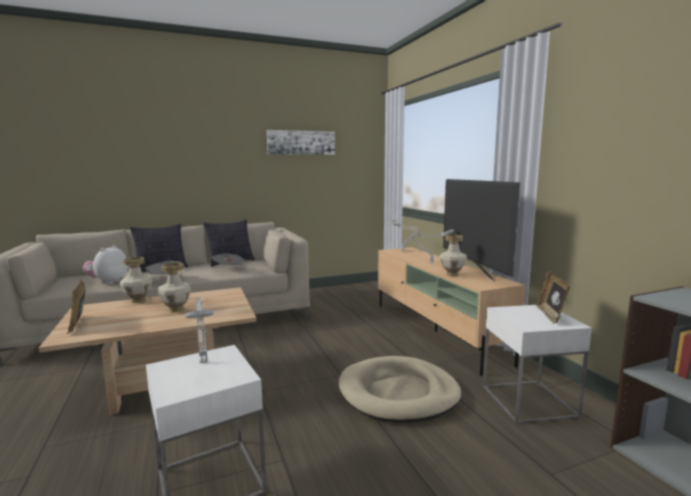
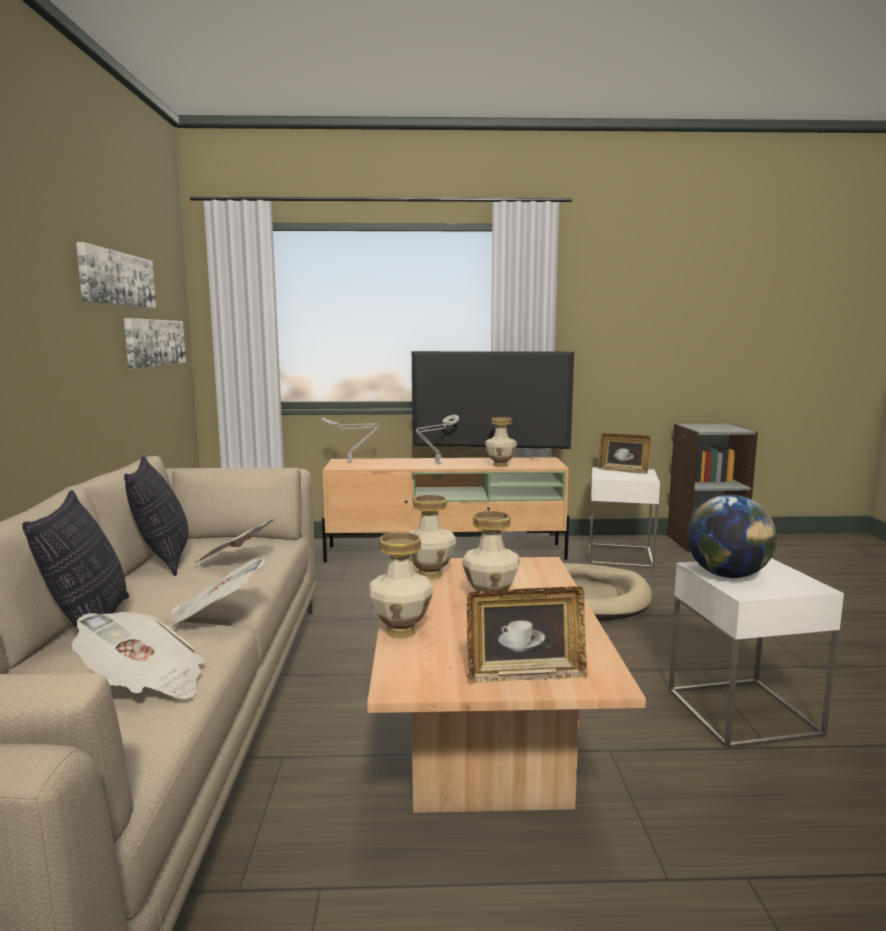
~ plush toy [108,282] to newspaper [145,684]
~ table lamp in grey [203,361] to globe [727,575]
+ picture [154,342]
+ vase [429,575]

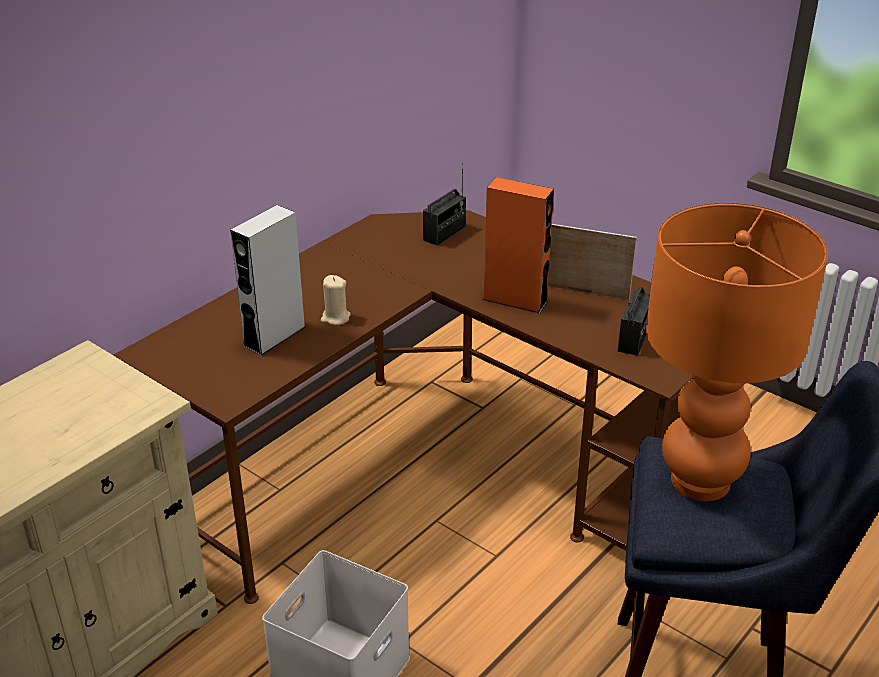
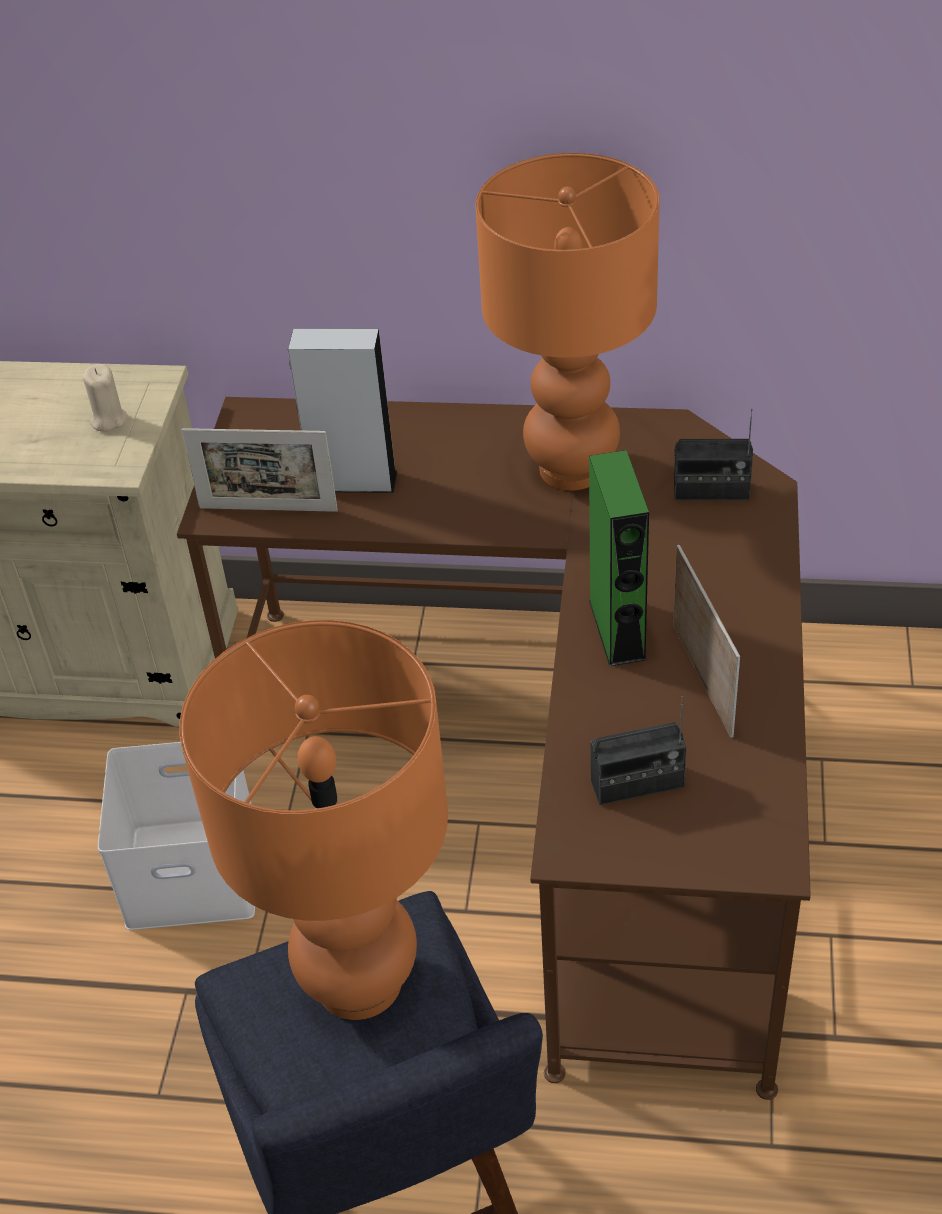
~ candle in beige [335,318] to [108,420]
~ speaker in orange [515,300] to speaker in green [617,630]
+ picture frame [268,509]
+ table lamp in orange [571,470]

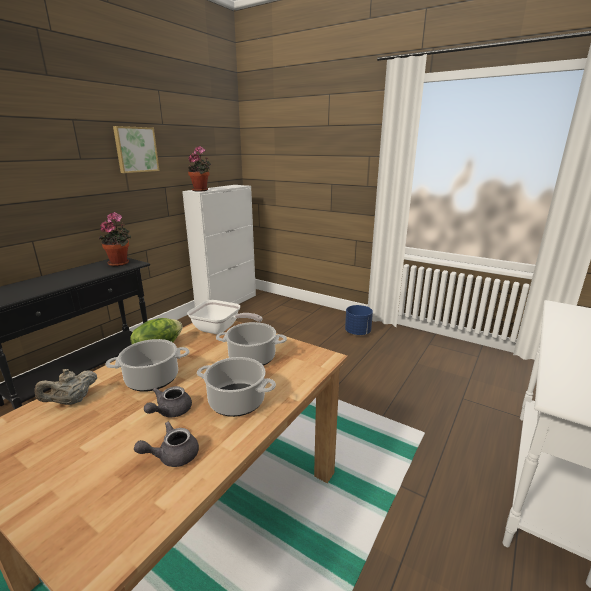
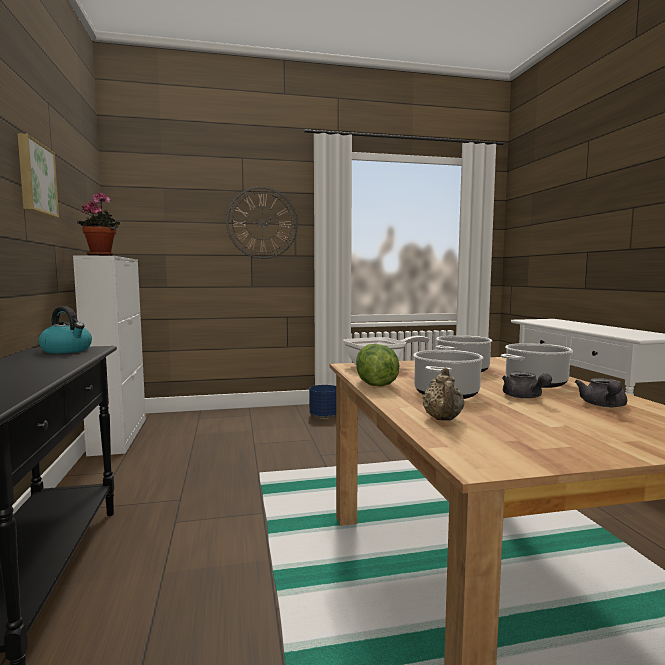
~ potted plant [120,263] to kettle [67,350]
+ wall clock [262,223]

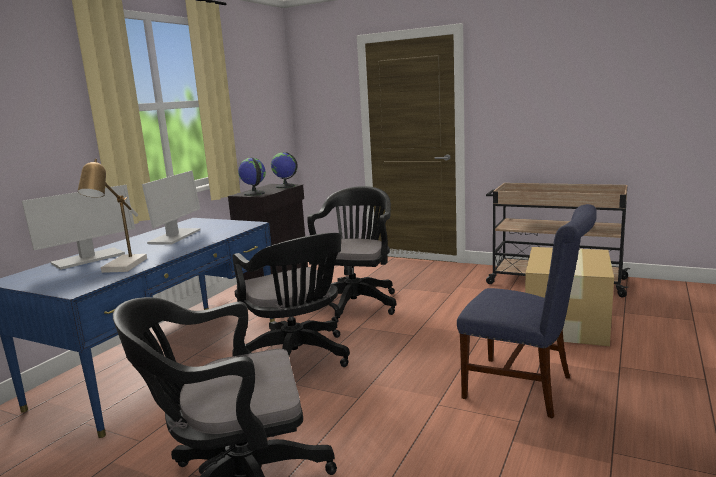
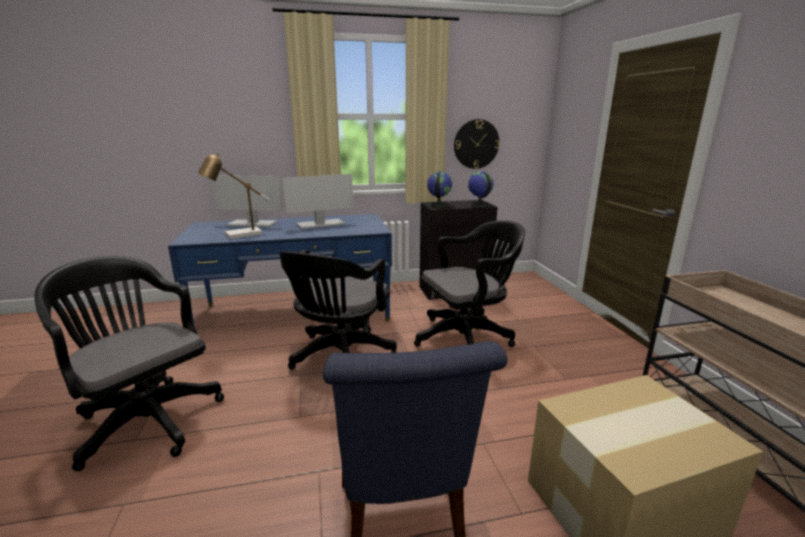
+ wall clock [476,144]

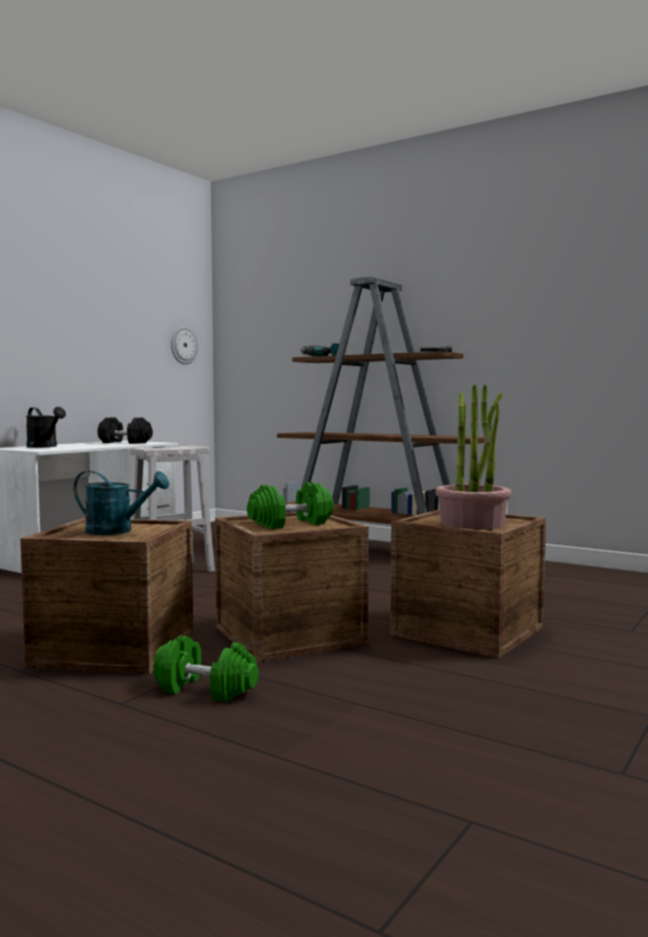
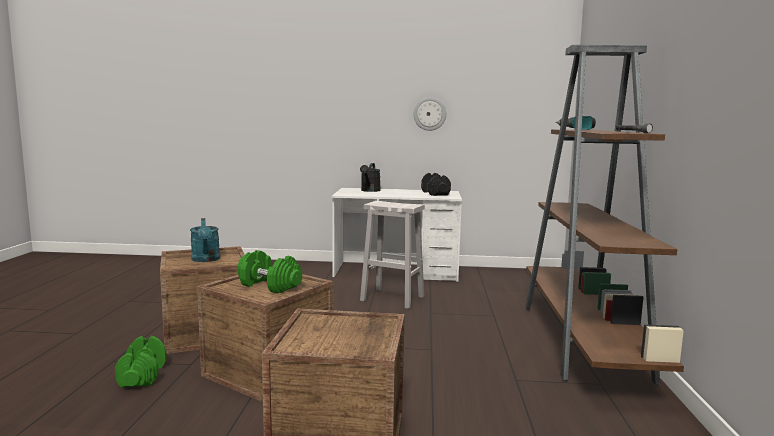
~ wall clock [183,345] to [429,114]
- potted plant [472,524]

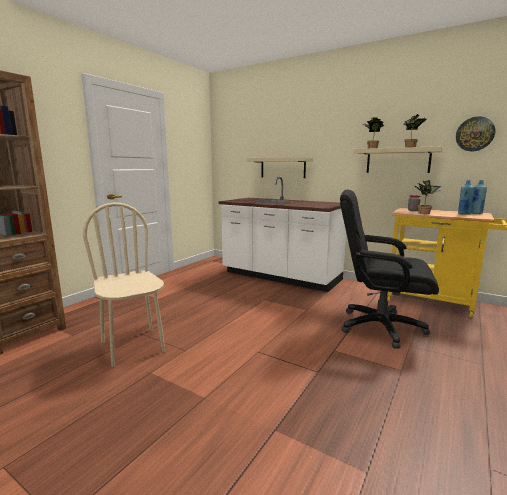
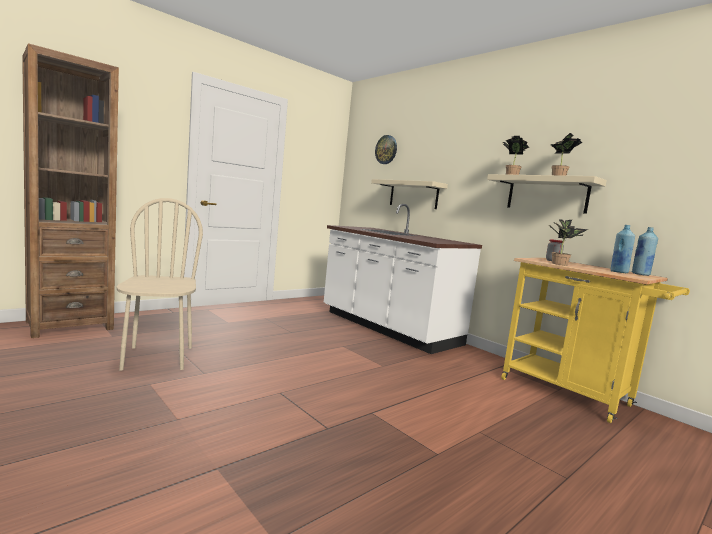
- office chair in black [379,327]
~ wall clock [475,134] to [386,149]

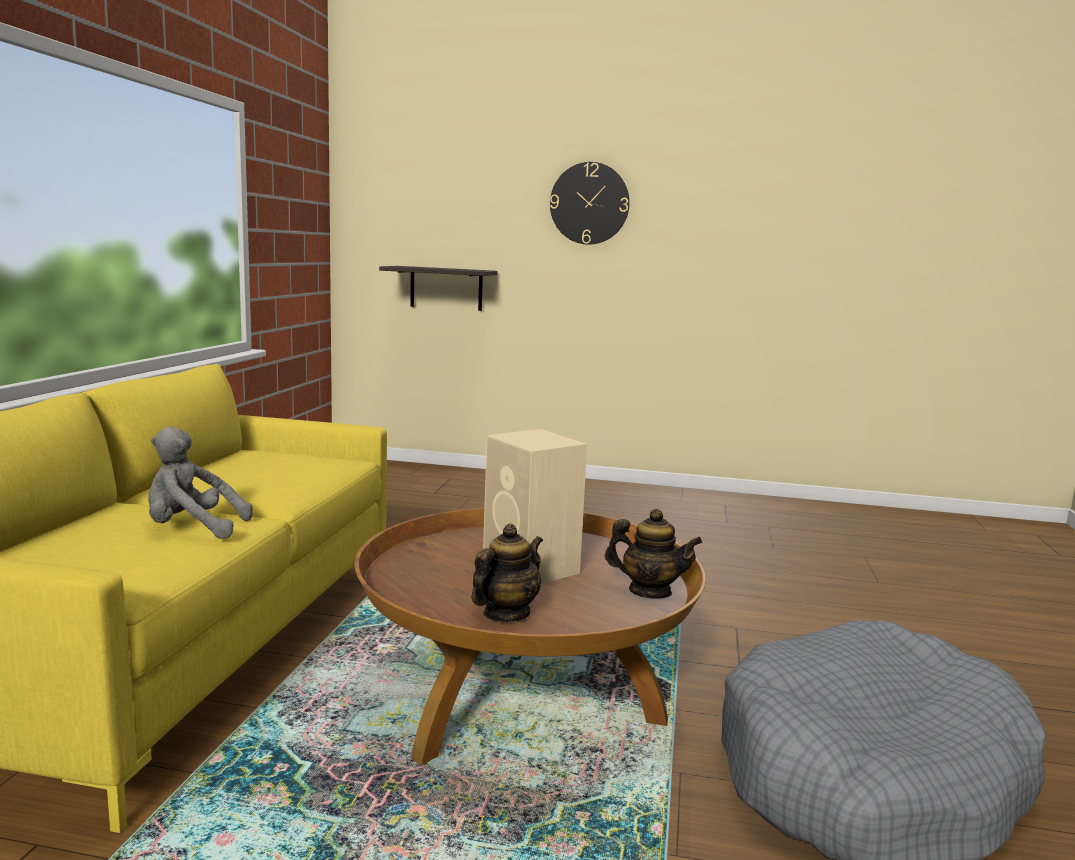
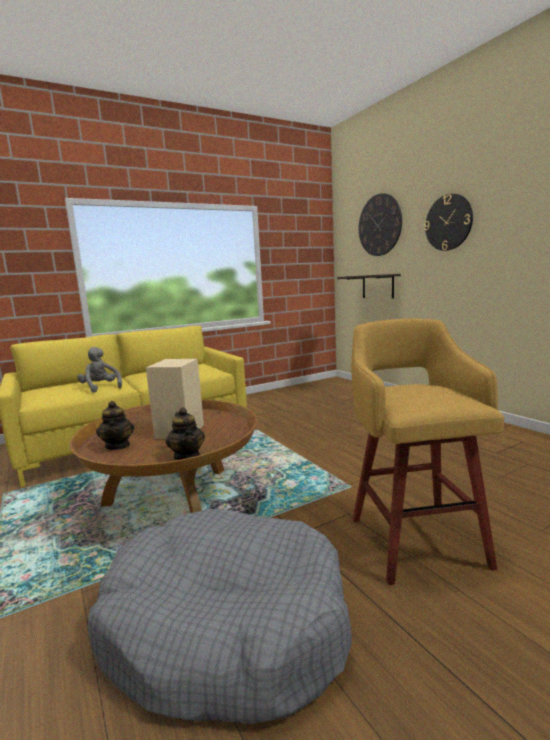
~ teapot [506,613] = [118,446] 75 degrees clockwise
+ stool in yellow [415,539]
+ wall clock [379,225]

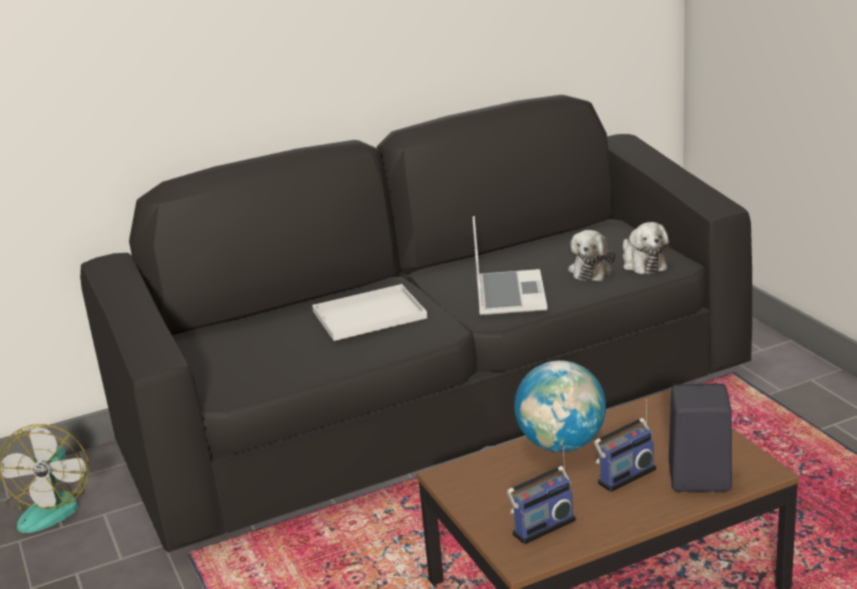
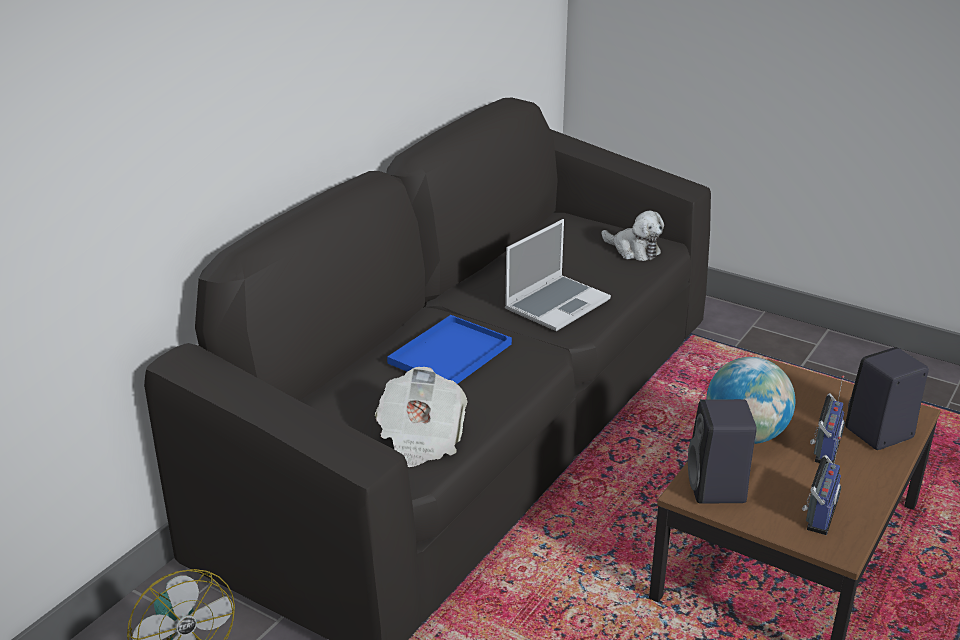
~ tray in white [367,315] to tray in blue [449,355]
~ laptop [508,294] = [557,304] 75 degrees clockwise
- plush toy [591,270]
+ newspaper [421,439]
+ speaker in black [717,489]

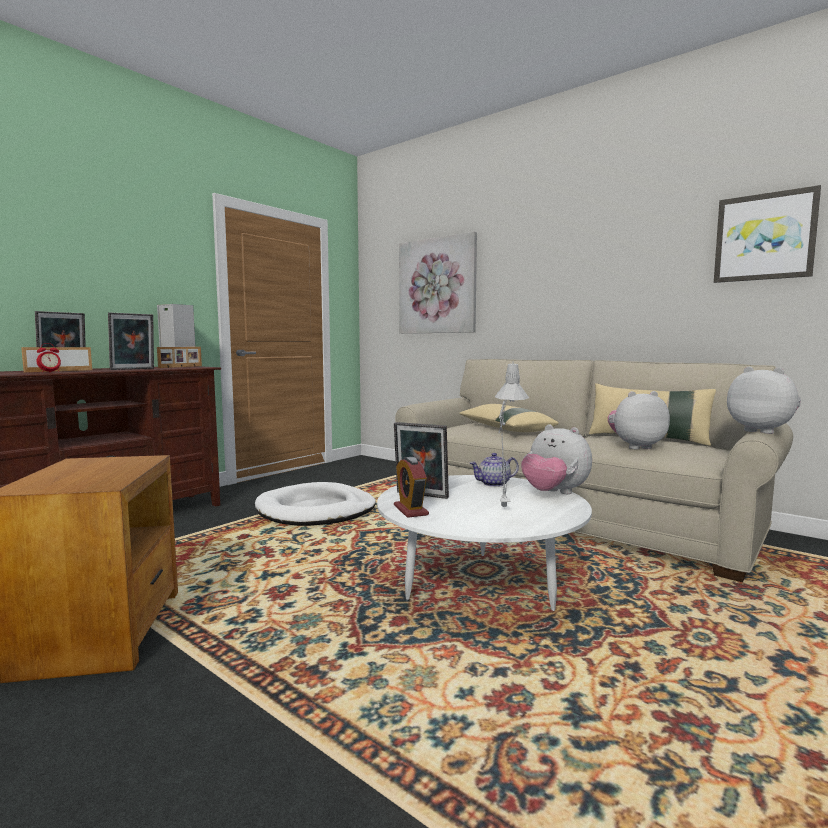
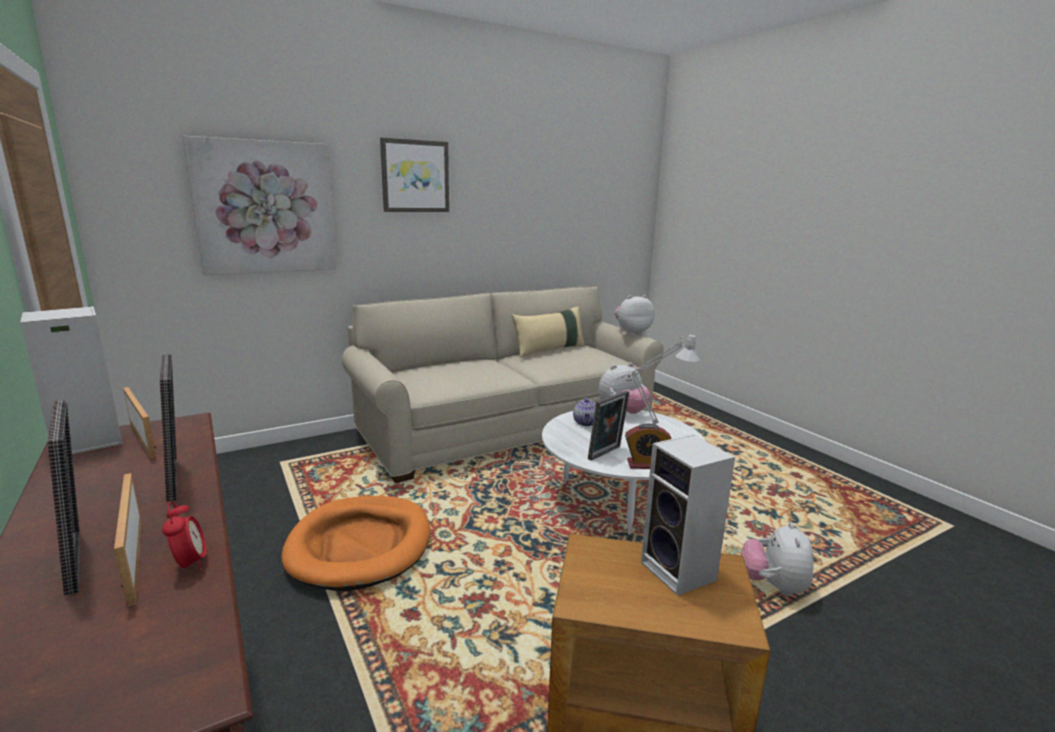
~ dog bed in white [316,510] to dog bed in orange [360,545]
- pillow in beige [505,428]
~ plush toy [635,446] to [773,586]
~ picture [764,237] to [415,176]
+ speaker [681,572]

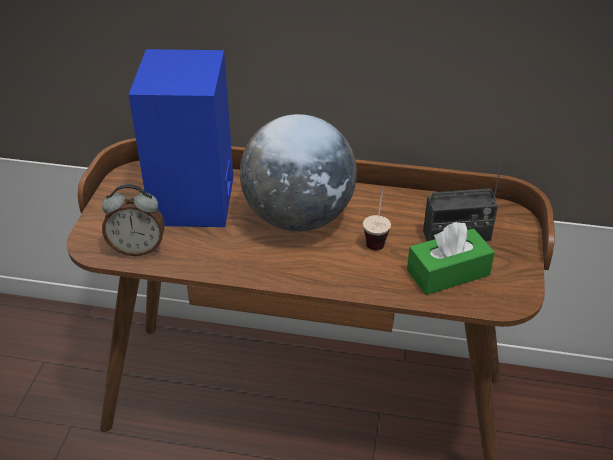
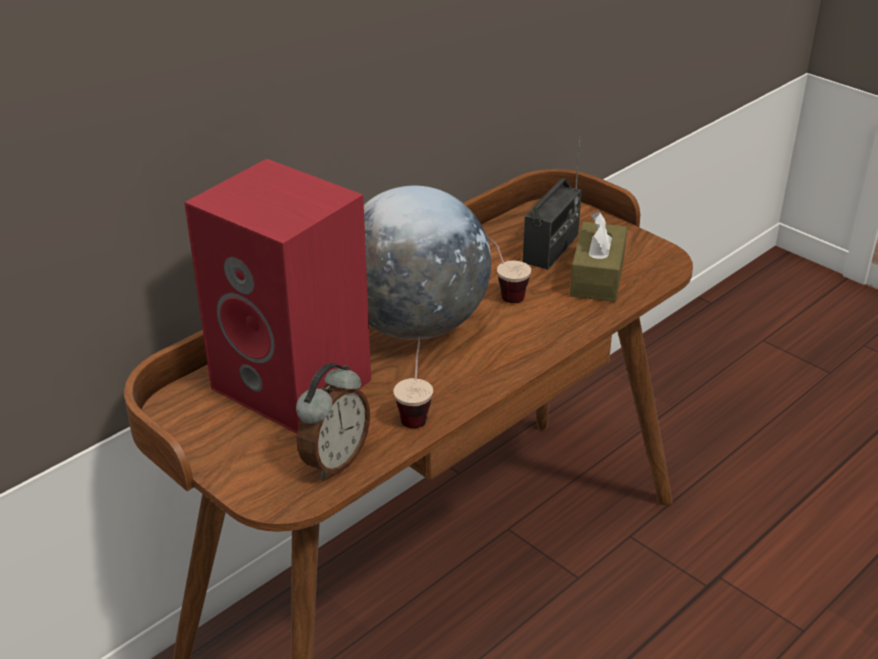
~ speaker in blue [195,202] to speaker in red [296,384]
~ tissue box in green [448,273] to tissue box in brown [597,276]
+ cup [415,410]

